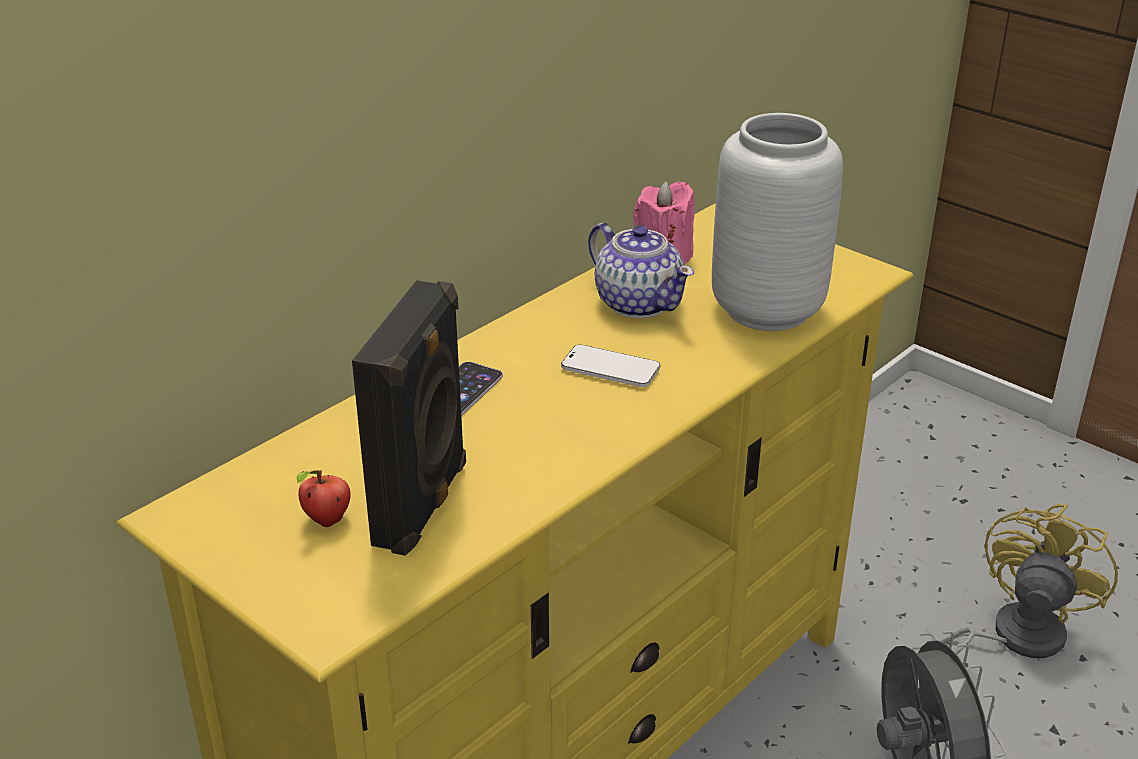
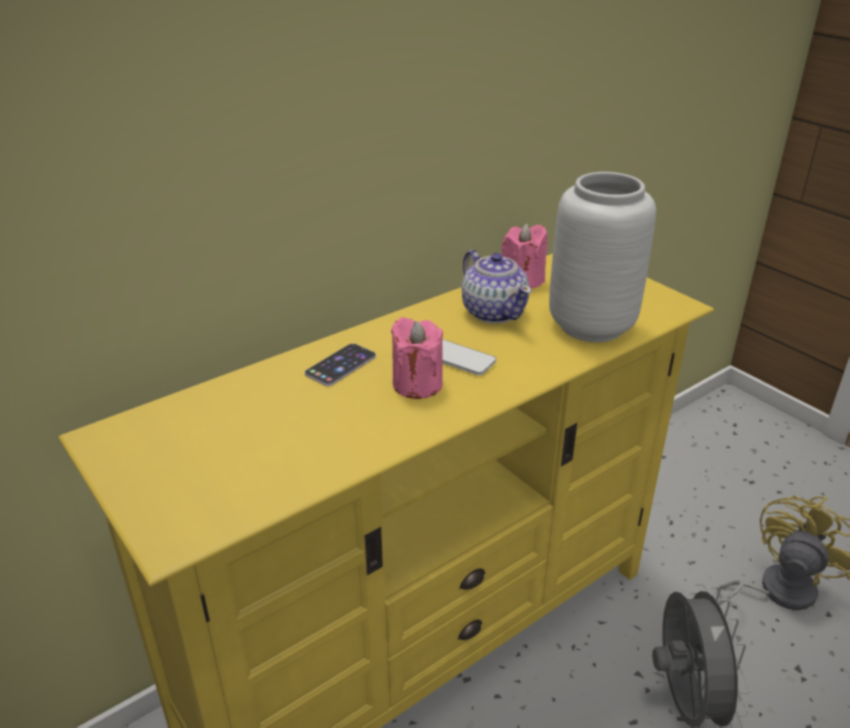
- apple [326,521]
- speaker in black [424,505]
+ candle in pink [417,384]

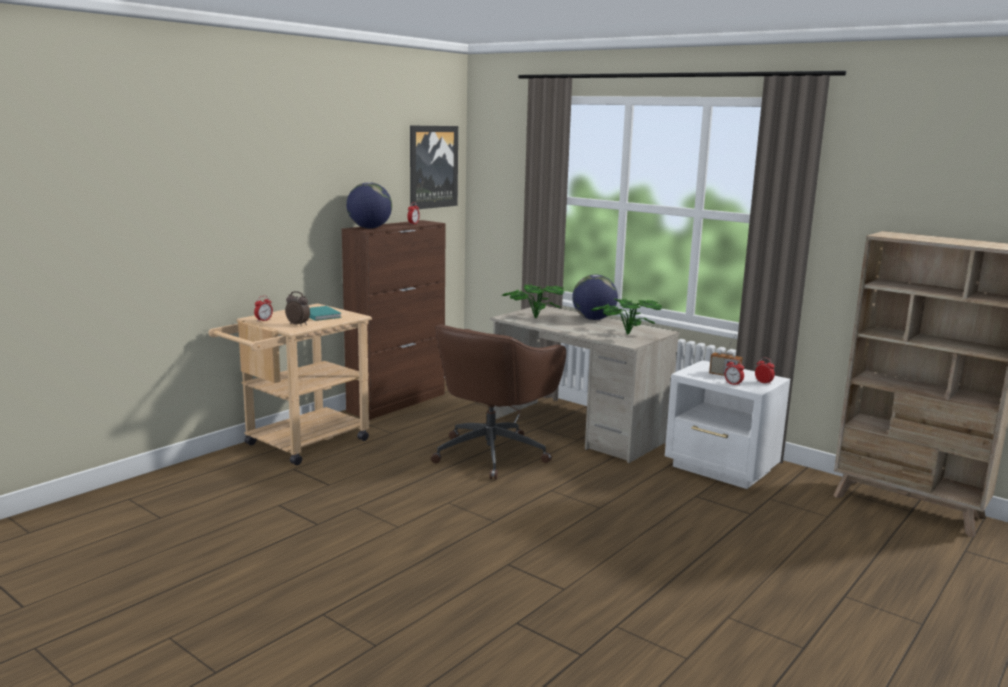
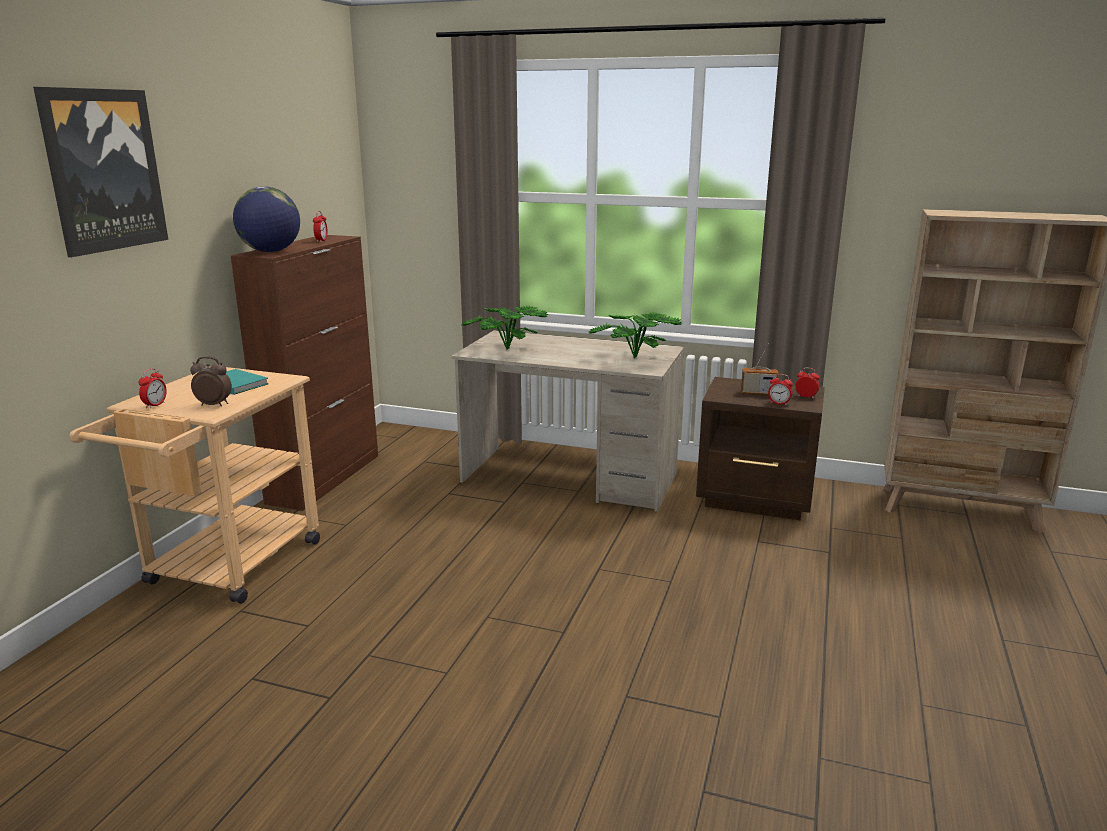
~ picture [432,167] to [103,170]
- office chair in brown [492,453]
- globe [593,319]
~ nightstand in white [722,469] to nightstand in brown [756,500]

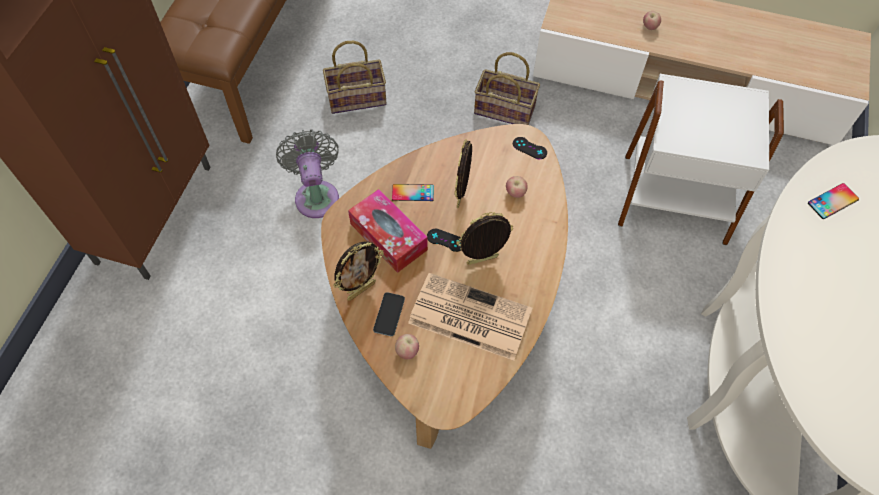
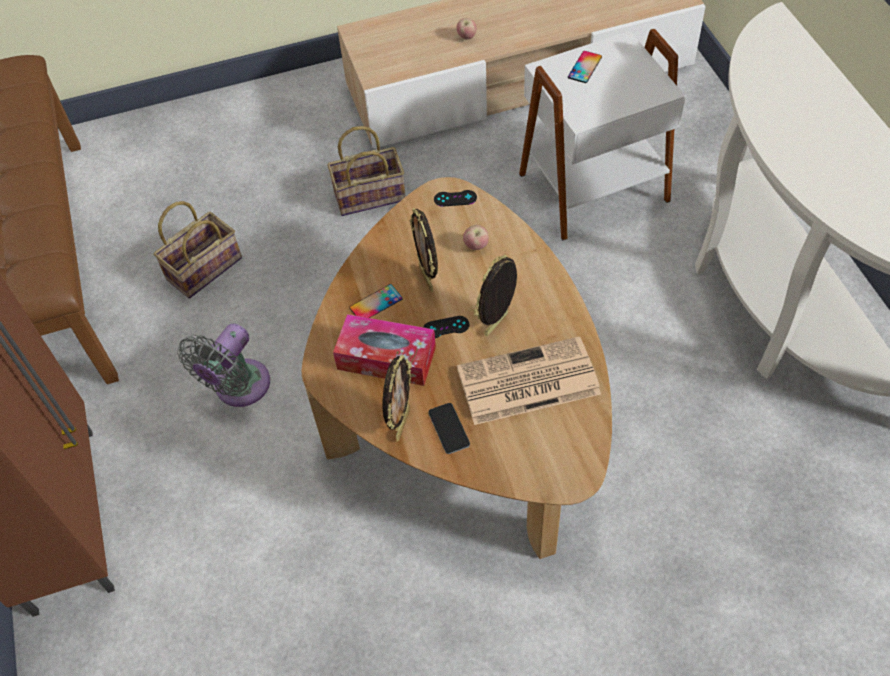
~ fan in grey [316,195] = [238,388] 105 degrees counterclockwise
- apple [407,351]
~ phone [833,201] to [584,67]

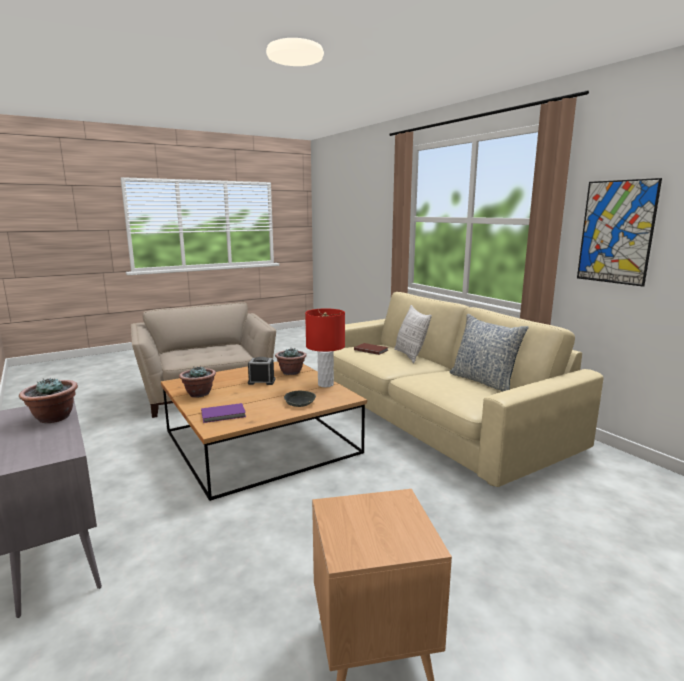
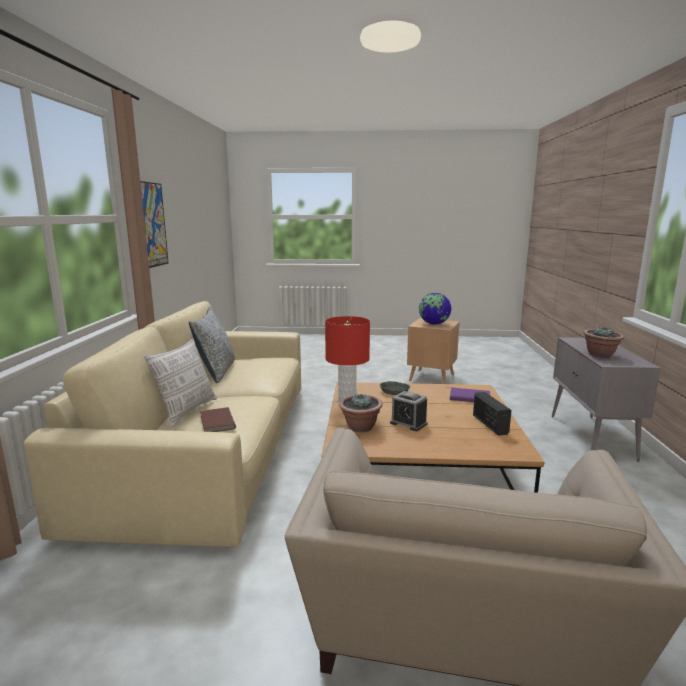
~ potted plant [199,394] to radio [489,425]
+ globe [434,324]

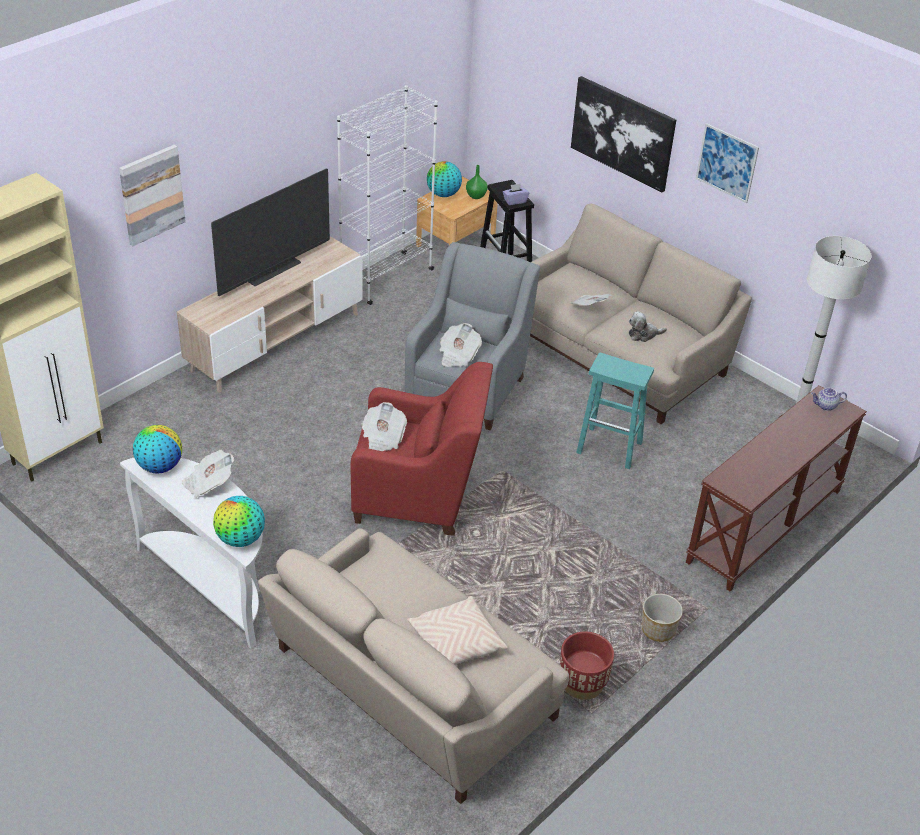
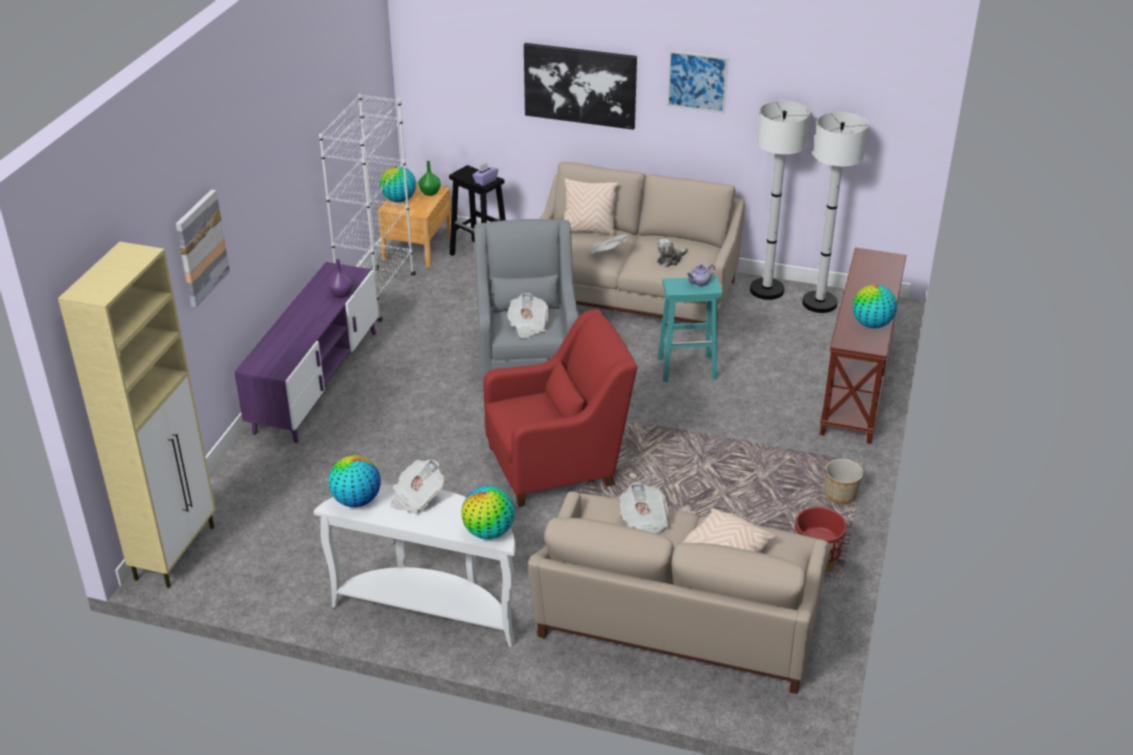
~ tv stand in beige [276,342] to tv stand in purple [317,381]
- television [274,272]
~ newspaper [383,438] to [644,522]
~ teapot [826,406] to [700,283]
+ vase in purple [341,294]
+ pillow in beige [588,230]
+ floor lamp in white [766,290]
+ globe [871,324]

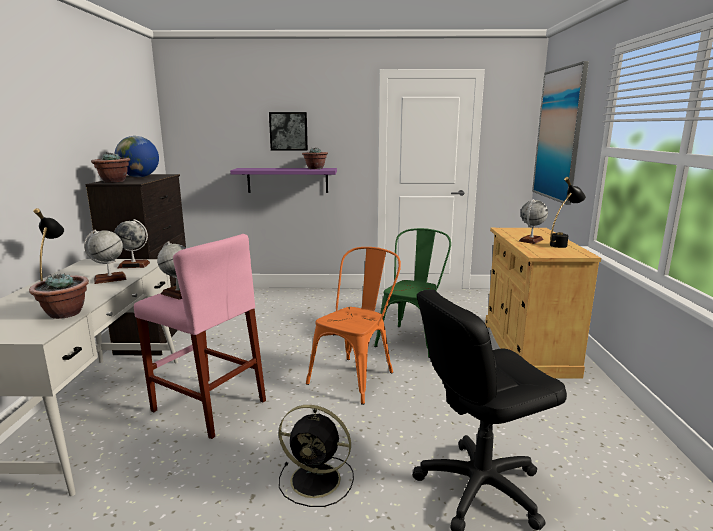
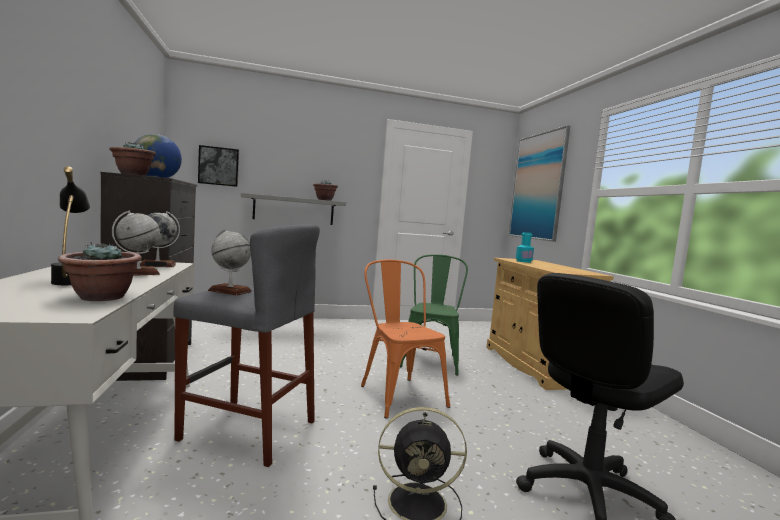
~ stool in pink [208,406] to stool in grey [248,430]
~ shelf in purple [287,180] to shelf in grey [294,210]
~ picture [288,131] to [219,166]
~ chair in orange [356,375] = [398,393] 45 degrees counterclockwise
- globe [531,240]
- table lamp in black [562,244]
+ bottle in turquoise [523,261]

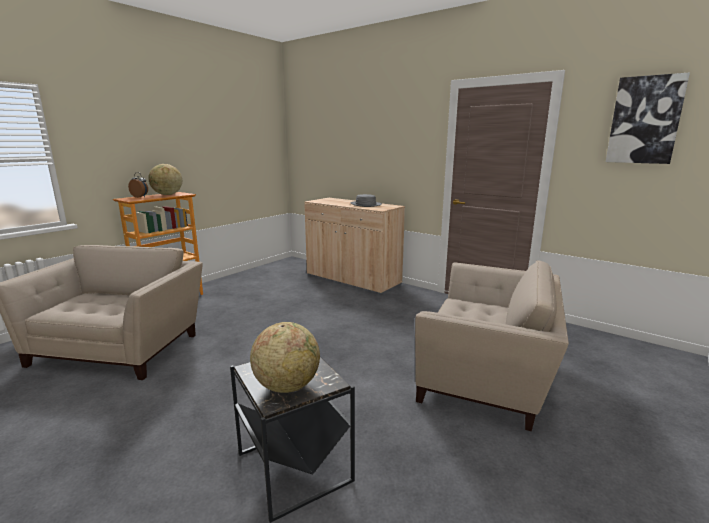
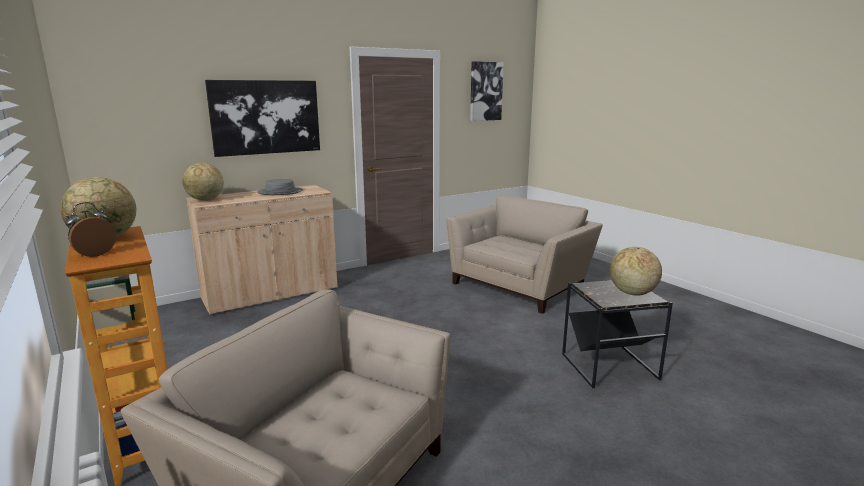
+ globe [205,200]
+ picture [266,117]

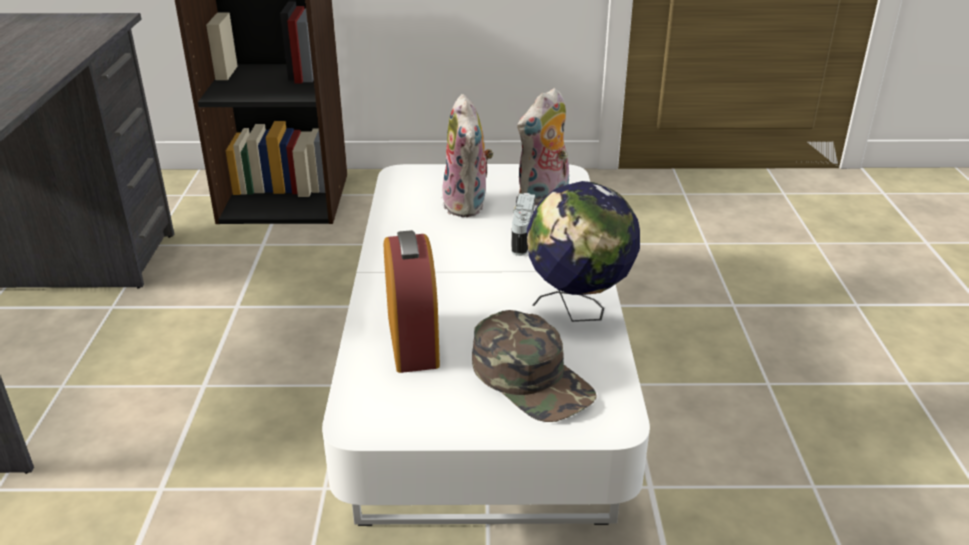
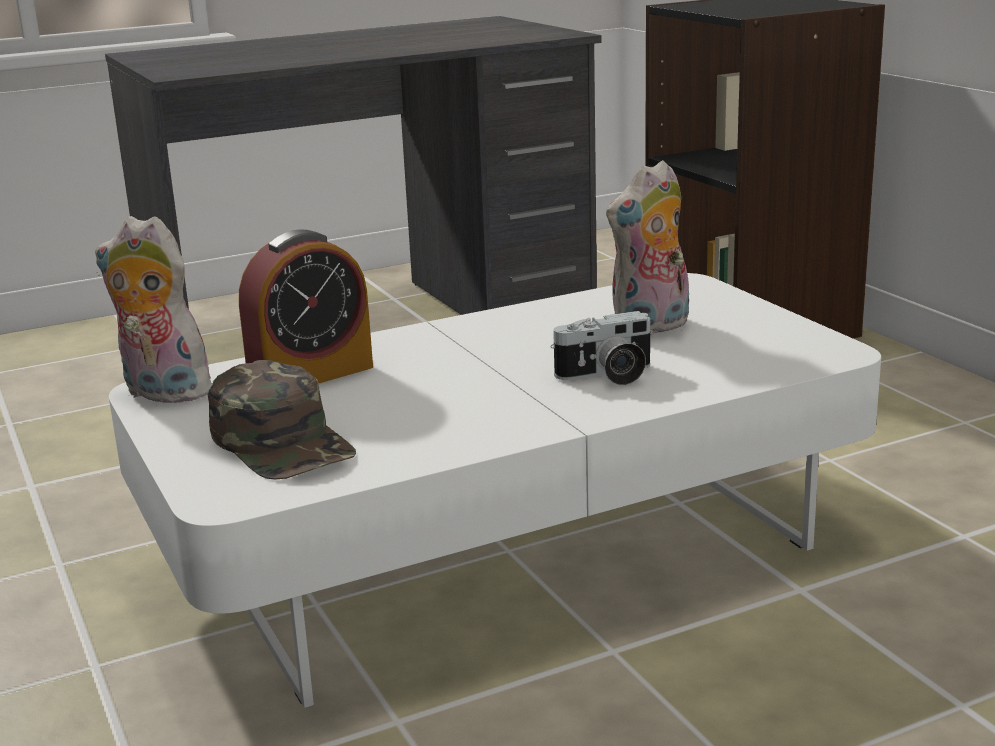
~ cap in green [532,378] = [283,442] 60 degrees counterclockwise
~ plush toy [544,197] to [161,393]
- globe [578,311]

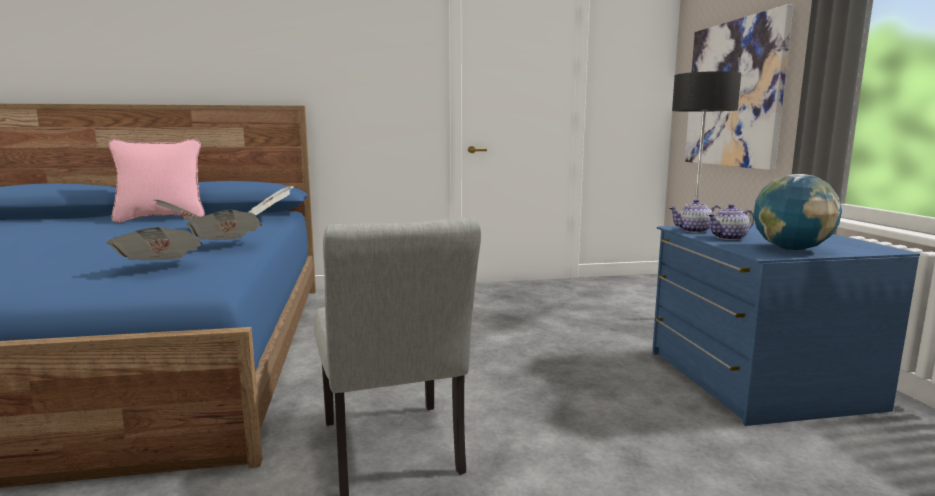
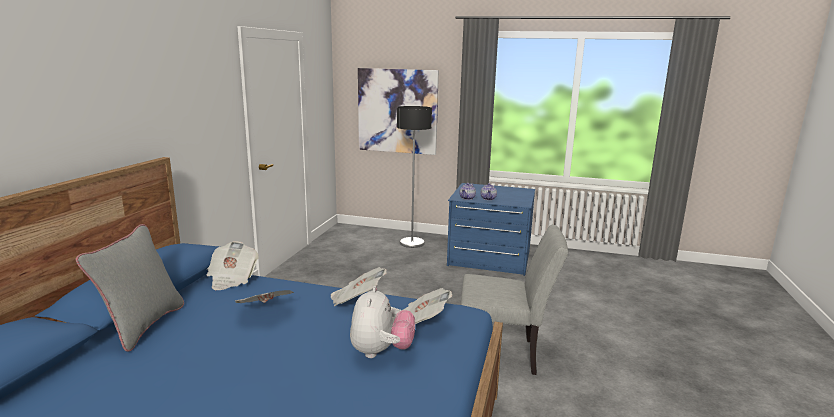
~ pillow in pink [161,219] to pillow in grey [143,326]
- globe [791,249]
+ plush toy [381,352]

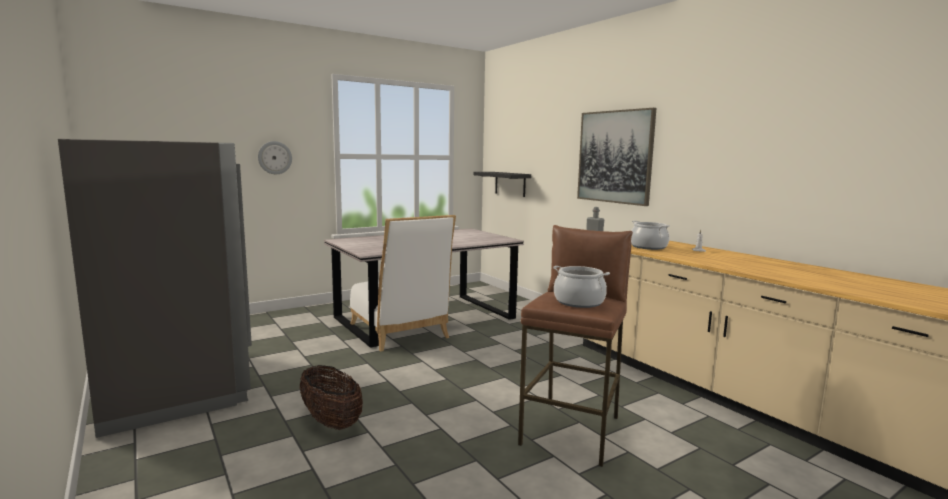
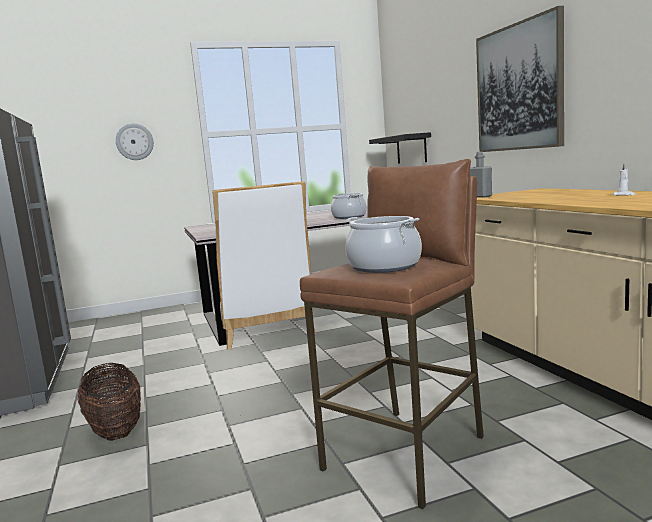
~ cooking pot [648,247] to [349,217]

